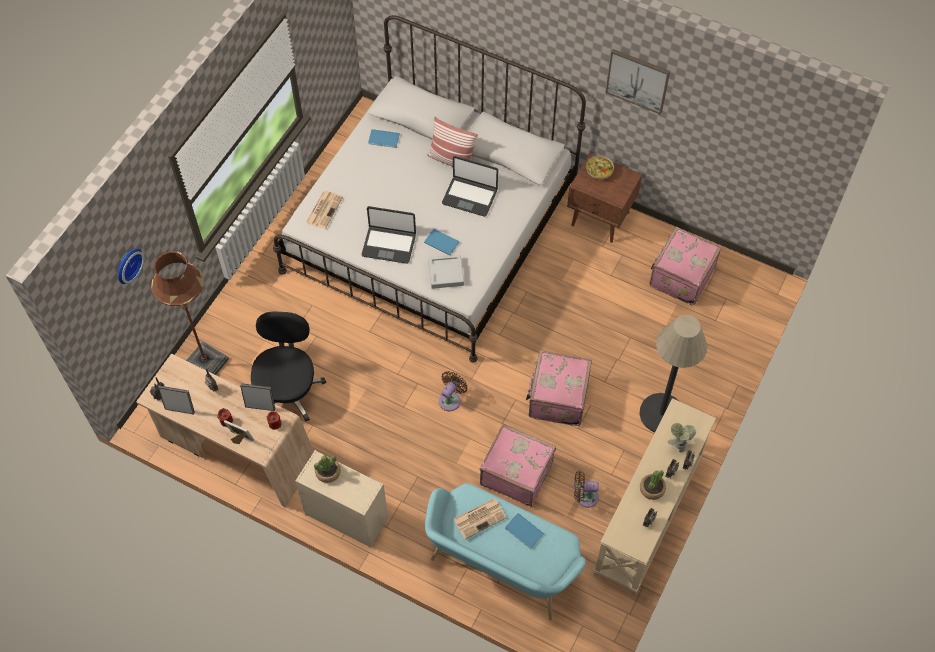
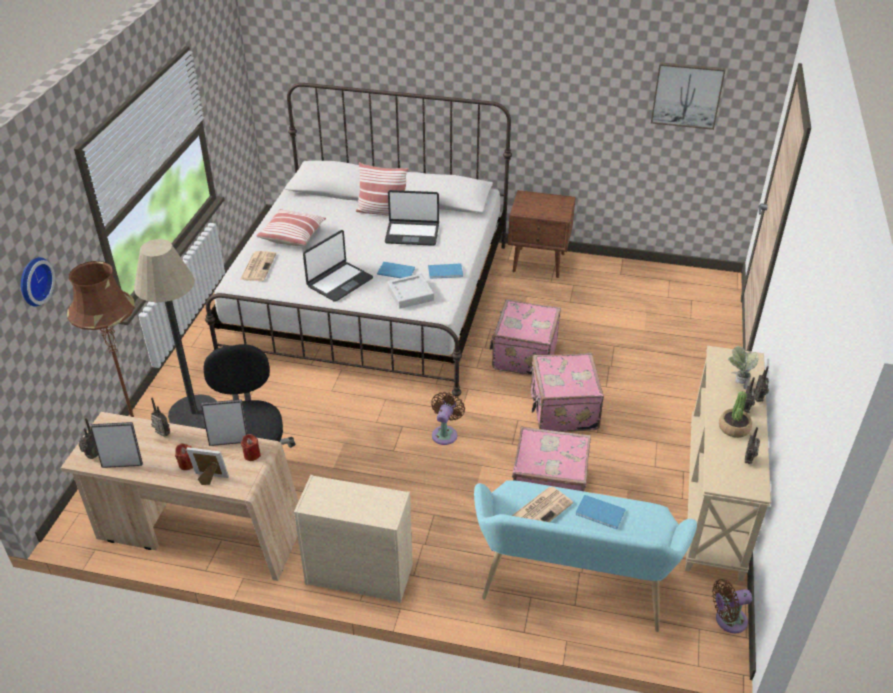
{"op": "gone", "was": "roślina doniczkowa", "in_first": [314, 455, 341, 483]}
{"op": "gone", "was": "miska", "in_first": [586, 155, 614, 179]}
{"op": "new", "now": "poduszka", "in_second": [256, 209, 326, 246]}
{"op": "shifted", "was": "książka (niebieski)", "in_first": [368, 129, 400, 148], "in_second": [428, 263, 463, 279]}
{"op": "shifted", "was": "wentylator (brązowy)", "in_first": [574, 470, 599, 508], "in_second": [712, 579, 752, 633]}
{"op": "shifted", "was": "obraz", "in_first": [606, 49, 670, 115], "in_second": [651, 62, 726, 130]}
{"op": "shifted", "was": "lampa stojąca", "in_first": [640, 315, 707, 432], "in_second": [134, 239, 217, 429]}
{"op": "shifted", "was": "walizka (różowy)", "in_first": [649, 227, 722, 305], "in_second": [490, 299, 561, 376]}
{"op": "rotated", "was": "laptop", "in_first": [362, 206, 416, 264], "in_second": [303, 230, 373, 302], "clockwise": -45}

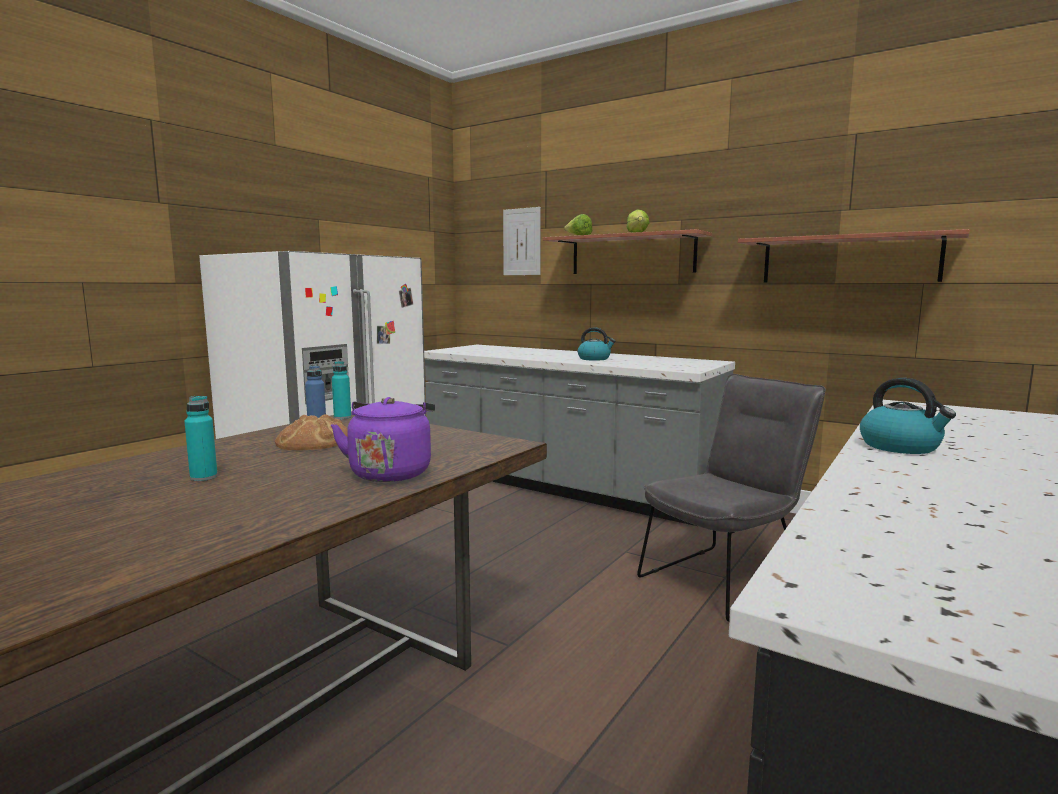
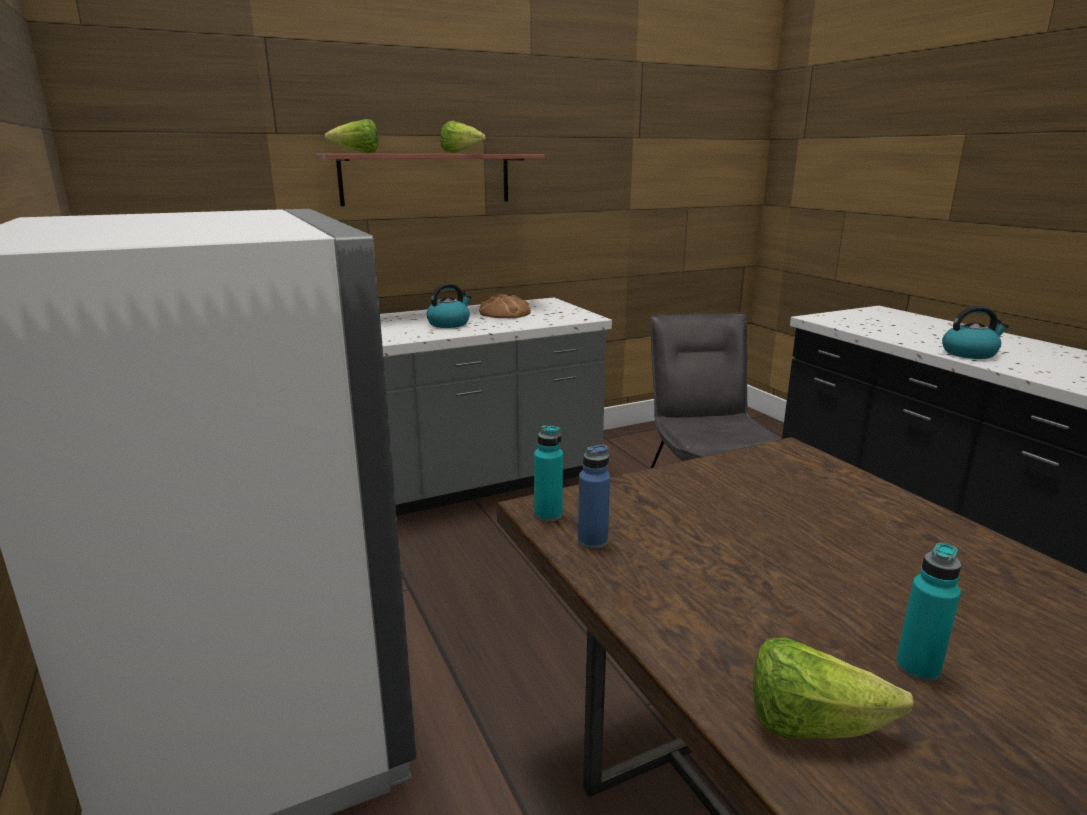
{"op": "gone", "was": "czajnik (fioletowy)", "in_first": [331, 397, 435, 482]}
{"op": "gone", "was": "obraz", "in_first": [503, 207, 541, 275]}
{"op": "gone", "was": "półka", "in_first": [738, 229, 970, 282]}
{"op": "new", "now": "sałata", "in_second": [753, 638, 914, 739]}
{"op": "shifted", "was": "chleb", "in_first": [275, 414, 348, 450], "in_second": [479, 294, 531, 318]}

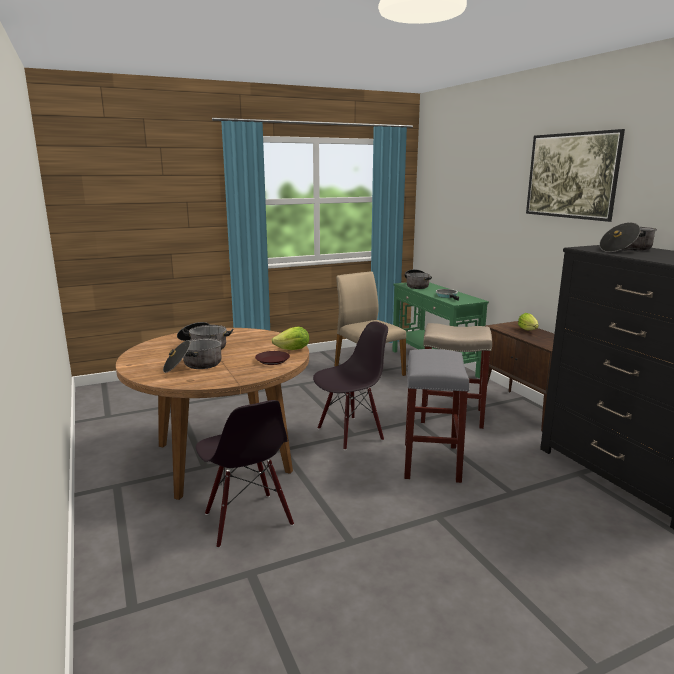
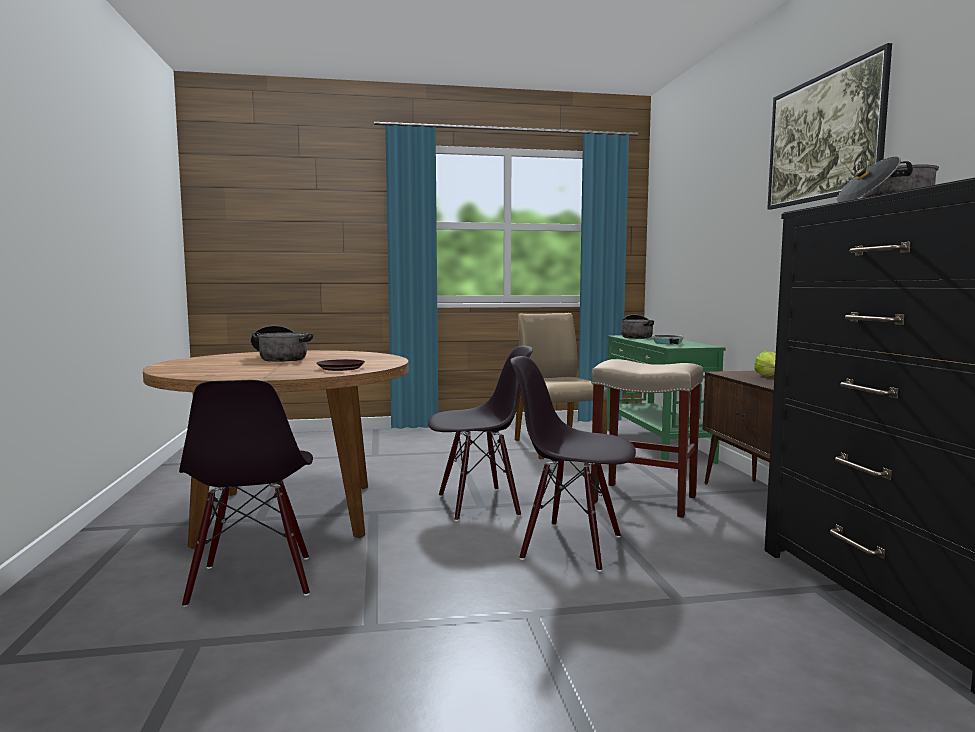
{"op": "gone", "was": "garnek", "in_first": [163, 335, 222, 373]}
{"op": "gone", "was": "sałata", "in_first": [271, 327, 309, 350]}
{"op": "swapped", "was": "stołek (szary)", "now": "krzesło (czarny)", "in_first": [404, 349, 470, 483], "in_second": [510, 356, 636, 572]}

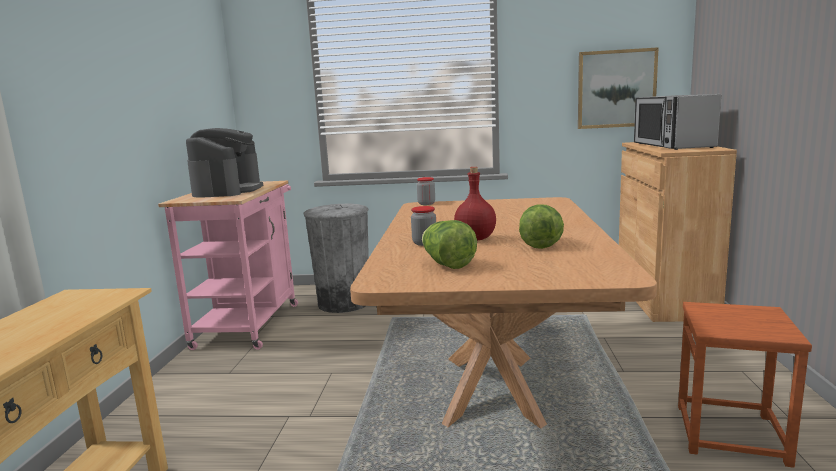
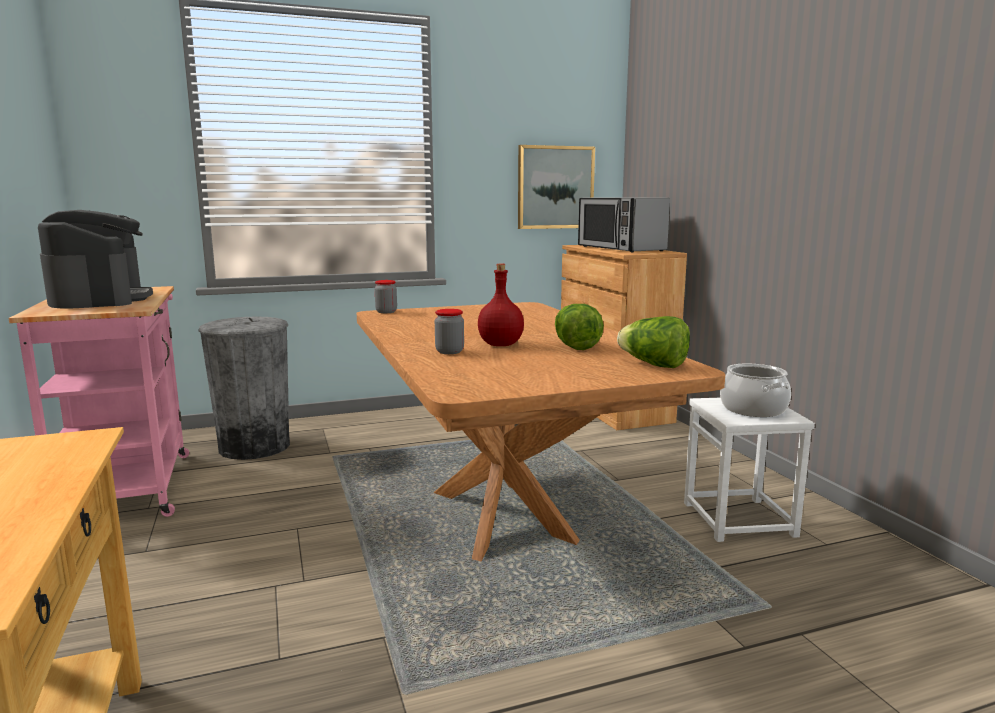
{"op": "new", "now": "garnek", "in_second": [720, 363, 791, 417]}
{"op": "shifted", "was": "sałata", "in_first": [422, 220, 477, 269], "in_second": [617, 316, 690, 368]}
{"op": "repainted", "was": "stołek (brązowy)", "now": "stołek (biały)", "in_first": [678, 302, 812, 468], "in_second": [684, 397, 815, 542]}

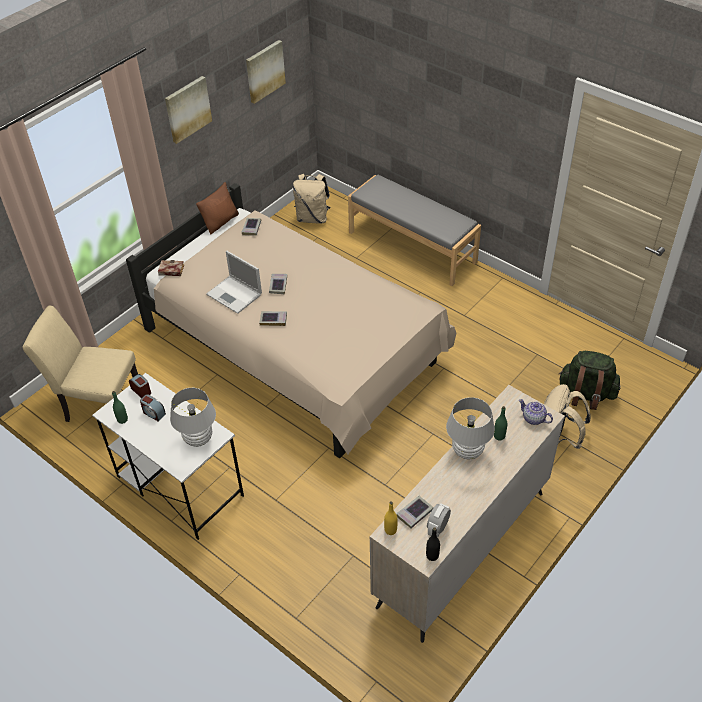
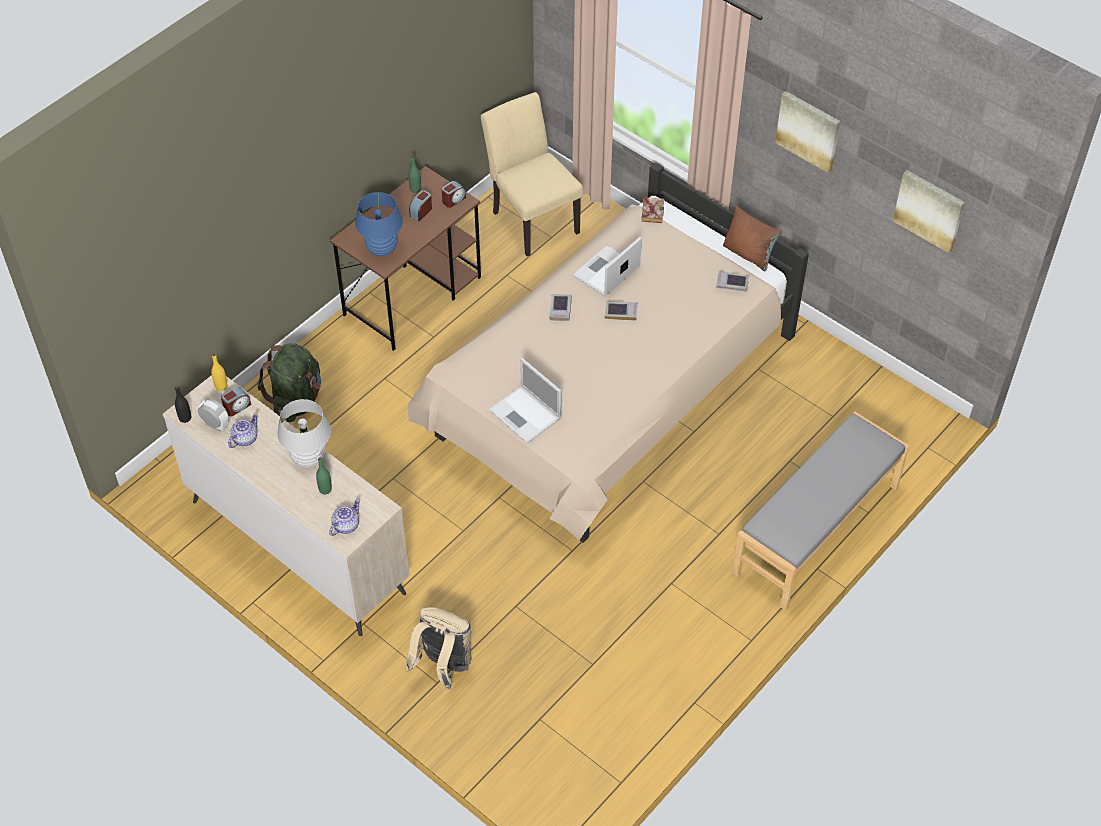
{"op": "gone", "was": "plecak (beżowy)", "in_first": [293, 174, 330, 224]}
{"op": "new", "now": "imbryk", "in_second": [228, 413, 258, 448]}
{"op": "new", "now": "laptop", "in_second": [489, 358, 561, 444]}
{"op": "shifted", "was": "plecak (zielony)", "in_first": [559, 351, 620, 410], "in_second": [257, 343, 321, 422]}
{"op": "swapped", "was": "książka", "now": "budzik", "in_first": [396, 496, 434, 528], "in_second": [221, 387, 251, 416]}
{"op": "repainted", "was": "biurko (biały)", "now": "biurko (brązowy)", "in_first": [92, 373, 244, 540], "in_second": [330, 166, 481, 351]}
{"op": "repainted", "was": "lampa stołowa (biały)", "now": "lampa stołowa (niebieski)", "in_first": [170, 388, 216, 447], "in_second": [355, 192, 403, 256]}
{"op": "rotated", "was": "krzesło (beżowy)", "in_first": [22, 306, 138, 422], "in_second": [481, 92, 583, 256], "clockwise": -45}

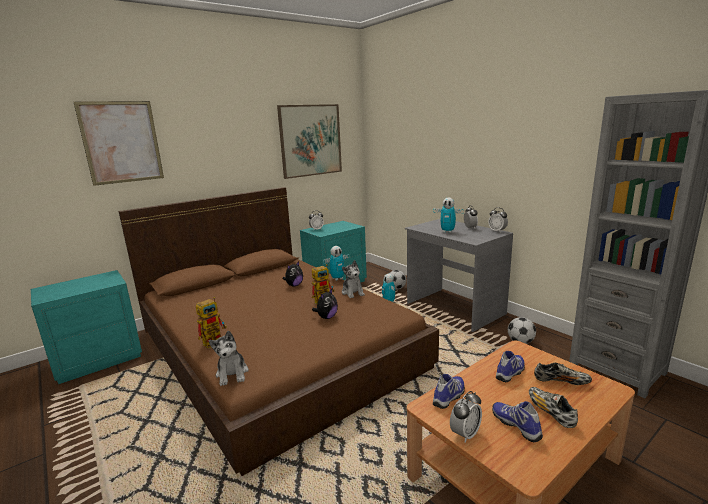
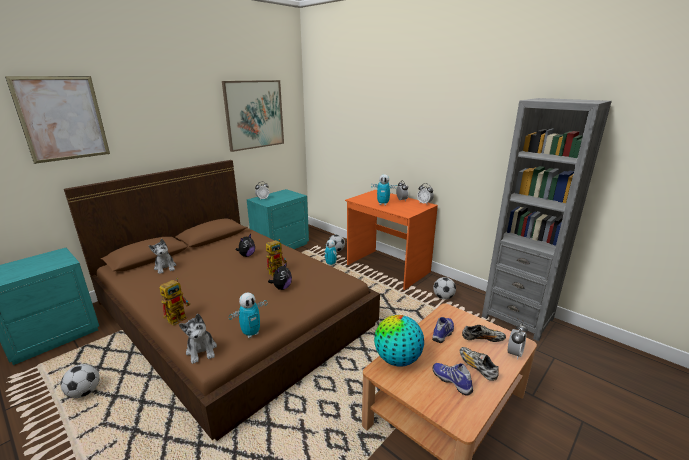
{"op": "new", "now": "piłka futbolowa", "in_second": [61, 364, 100, 398]}
{"op": "shifted", "was": "robot zabawkowy", "in_first": [323, 246, 350, 281], "in_second": [229, 293, 268, 338]}
{"op": "shifted", "was": "pluszak", "in_first": [342, 260, 365, 298], "in_second": [149, 239, 176, 274]}
{"op": "shifted", "was": "budzik", "in_first": [450, 391, 482, 443], "in_second": [508, 323, 528, 360]}
{"op": "swapped", "was": "but", "now": "globus", "in_first": [433, 374, 465, 409], "in_second": [374, 315, 424, 367]}
{"op": "repainted", "was": "biurko (szary)", "now": "biurko (pomarańczowy)", "in_first": [405, 219, 513, 332], "in_second": [345, 190, 438, 290]}

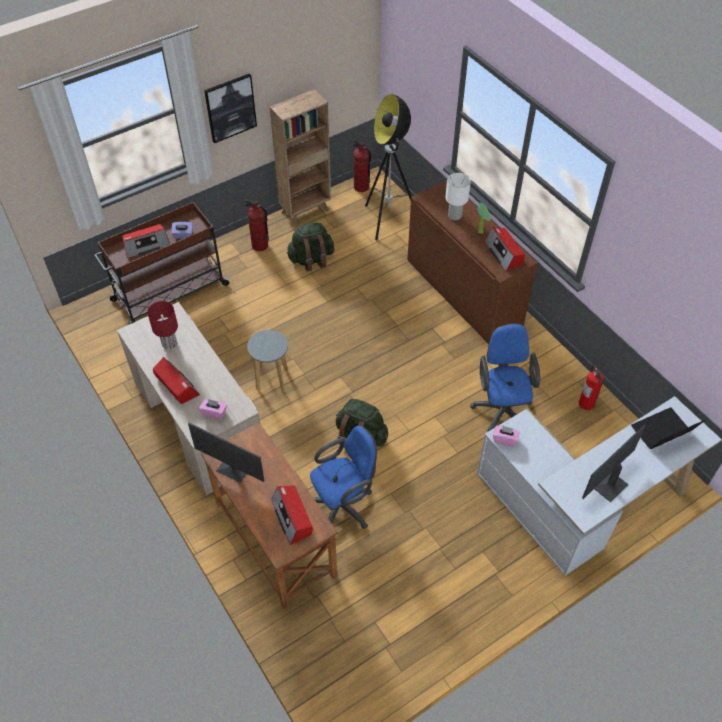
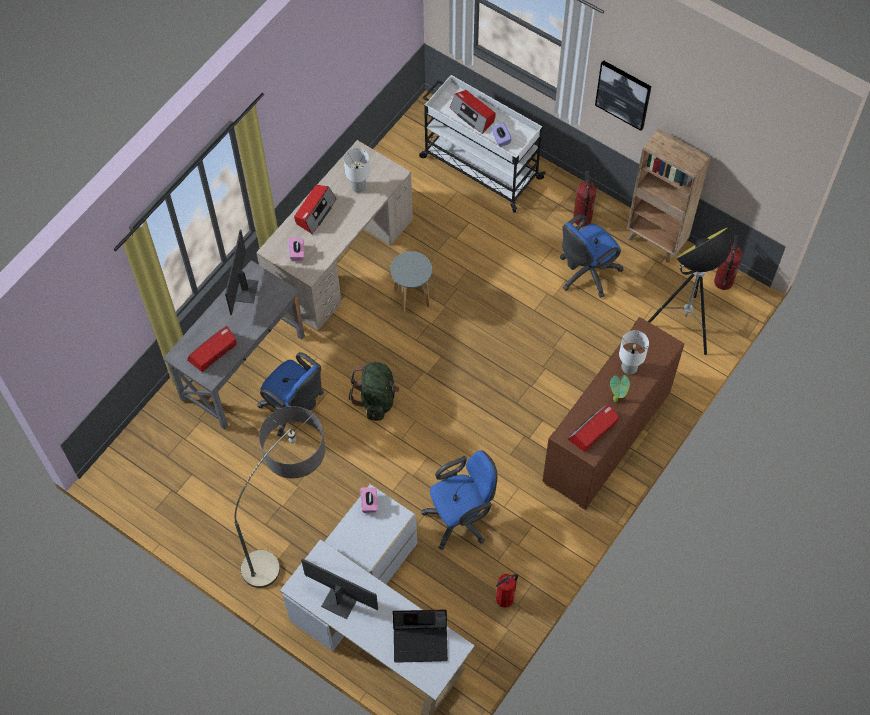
{"op": "new", "now": "lampa stojąca", "in_second": [235, 406, 325, 588]}
{"op": "swapped", "was": "plecak (zielony)", "now": "krzesło biurowe (niebieski)", "in_first": [286, 223, 334, 272], "in_second": [560, 214, 623, 298]}
{"op": "repainted", "was": "wózek (brązowy)", "now": "wózek (biały)", "in_first": [94, 202, 230, 324], "in_second": [419, 75, 546, 212]}
{"op": "repainted", "was": "lampa stołowa (czerwony)", "now": "lampa stołowa (biały)", "in_first": [147, 301, 178, 350], "in_second": [344, 148, 370, 193]}
{"op": "repainted", "was": "biurko (brązowy)", "now": "biurko (szary)", "in_first": [201, 423, 338, 609], "in_second": [163, 260, 305, 429]}
{"op": "rotated", "was": "laptop", "in_first": [631, 407, 705, 449], "in_second": [392, 610, 448, 663], "clockwise": 135}

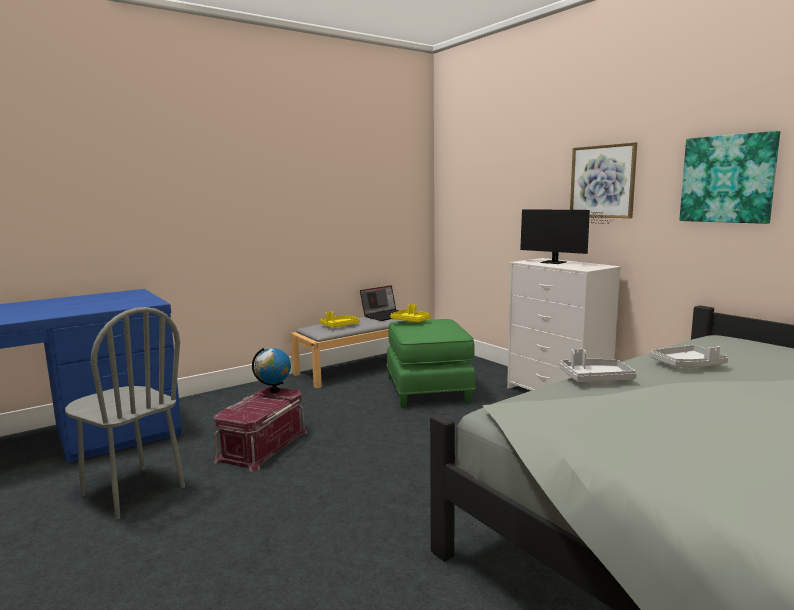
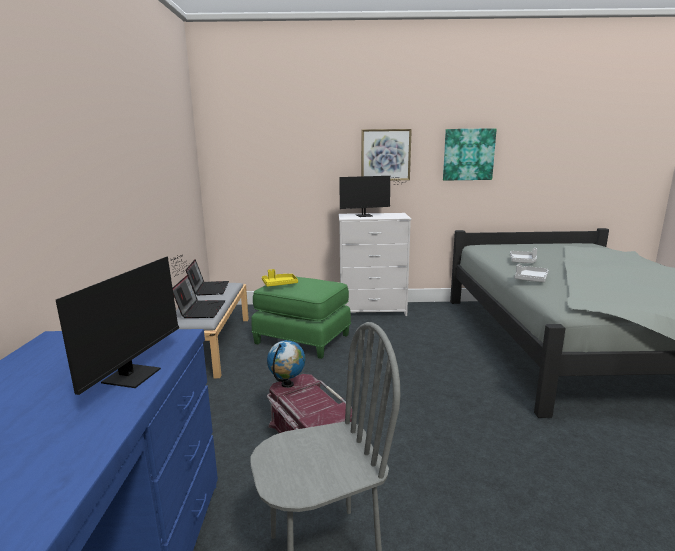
{"op": "new", "now": "monitor", "in_second": [56, 254, 193, 395]}
{"op": "swapped", "was": "taca (żółty)", "now": "laptop", "in_first": [320, 311, 360, 327], "in_second": [173, 275, 226, 318]}

